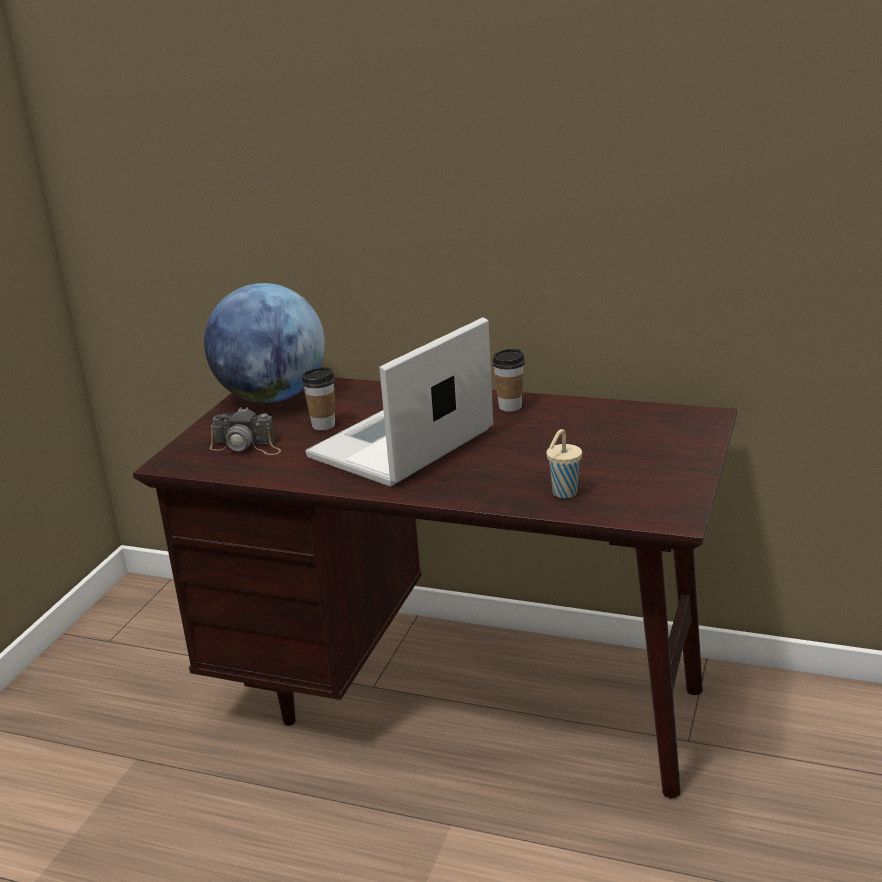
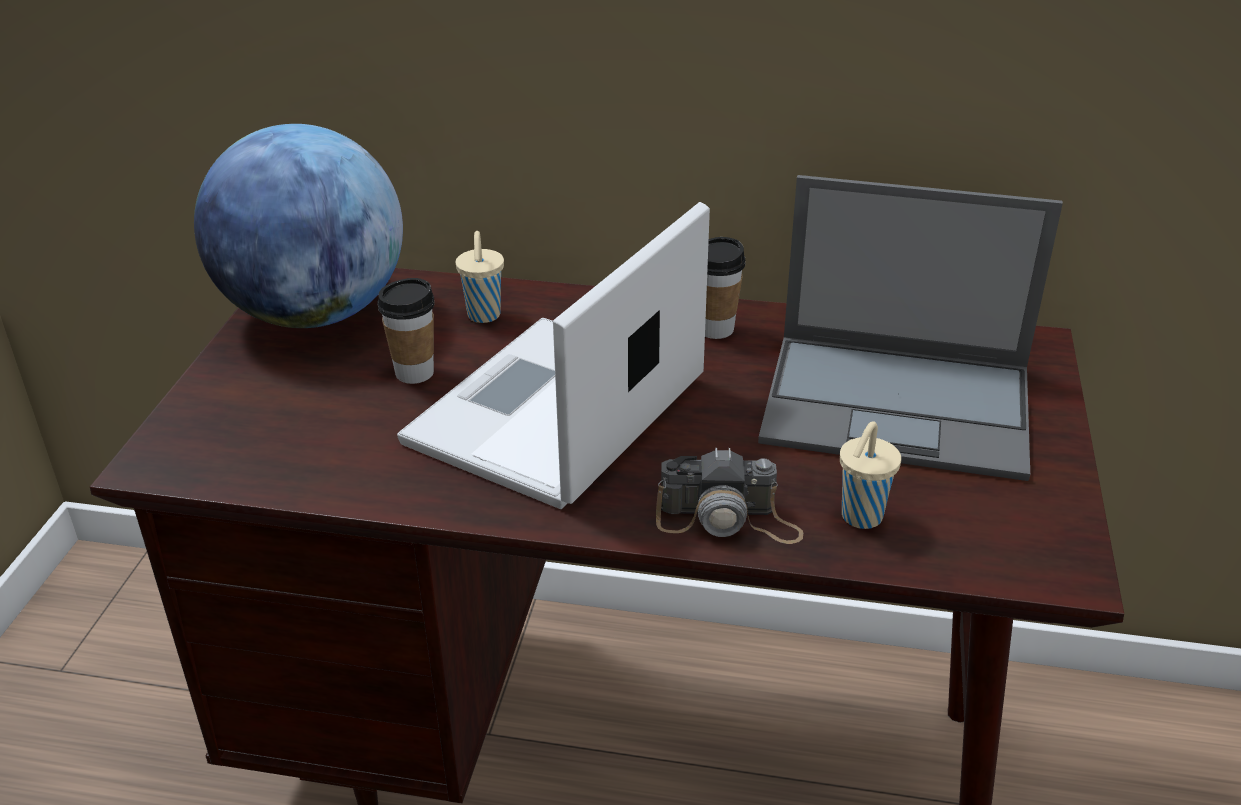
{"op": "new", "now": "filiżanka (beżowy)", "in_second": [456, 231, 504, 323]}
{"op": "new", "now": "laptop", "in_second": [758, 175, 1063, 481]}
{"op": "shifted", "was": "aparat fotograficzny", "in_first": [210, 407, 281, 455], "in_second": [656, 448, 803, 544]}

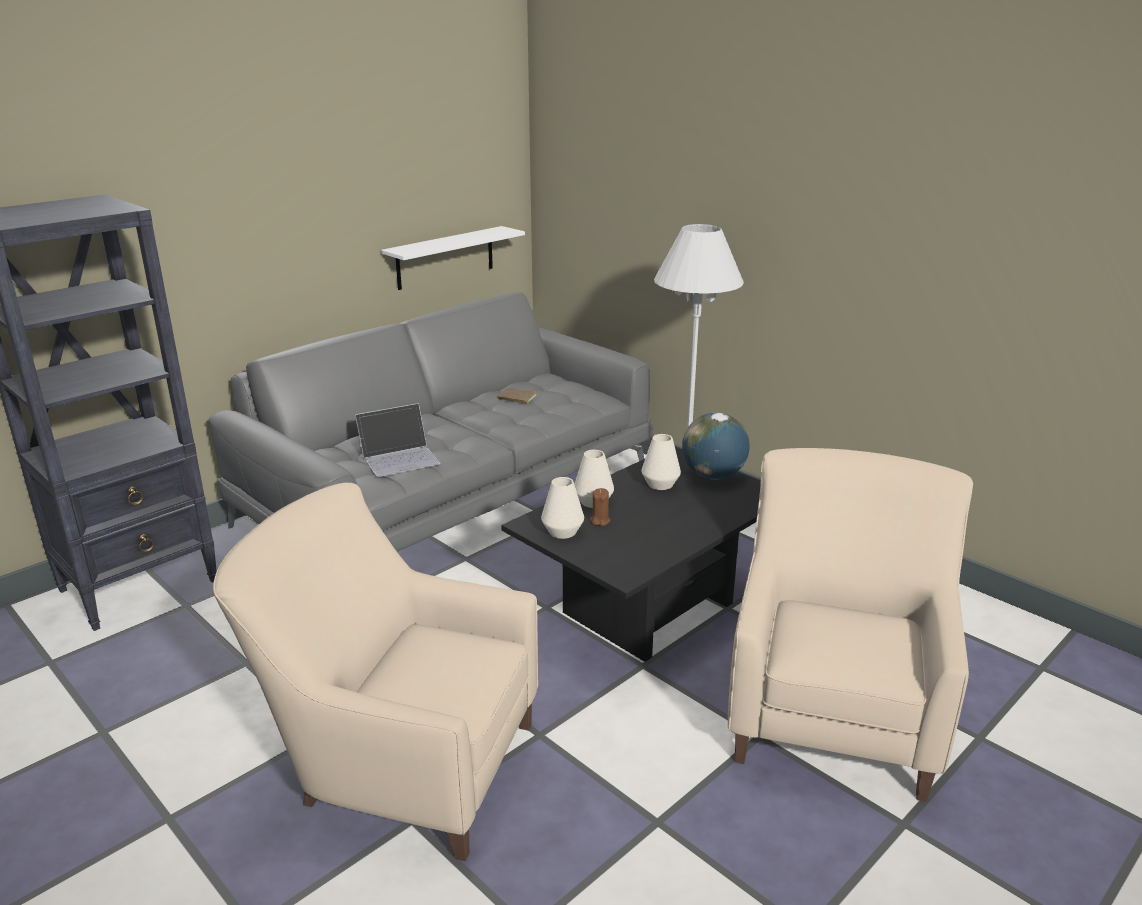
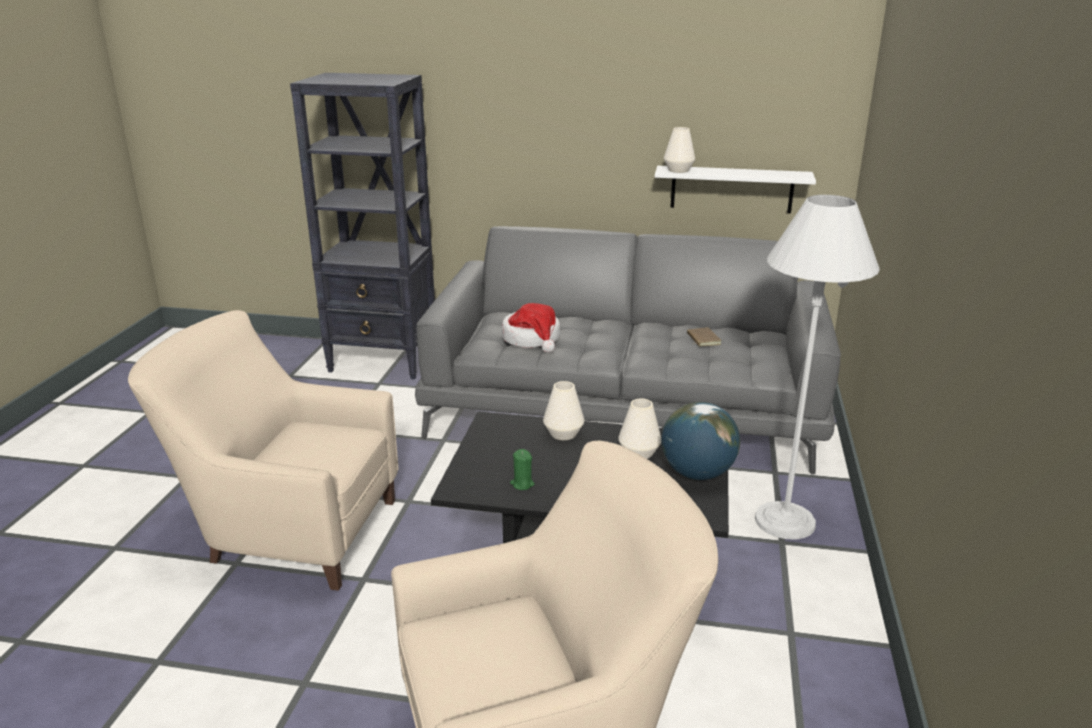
{"op": "gone", "was": "świeca (brązowy)", "in_first": [590, 488, 610, 526]}
{"op": "new", "now": "świeca (zielony)", "in_second": [510, 449, 535, 490]}
{"op": "shifted", "was": "wazon (biały)", "in_first": [541, 477, 584, 539], "in_second": [664, 127, 695, 173]}
{"op": "swapped", "was": "laptop", "now": "kapelusz", "in_first": [355, 403, 441, 477], "in_second": [502, 303, 560, 353]}
{"op": "rotated", "was": "fotel (beżowy)", "in_first": [213, 483, 538, 861], "in_second": [128, 310, 398, 591], "clockwise": -60}

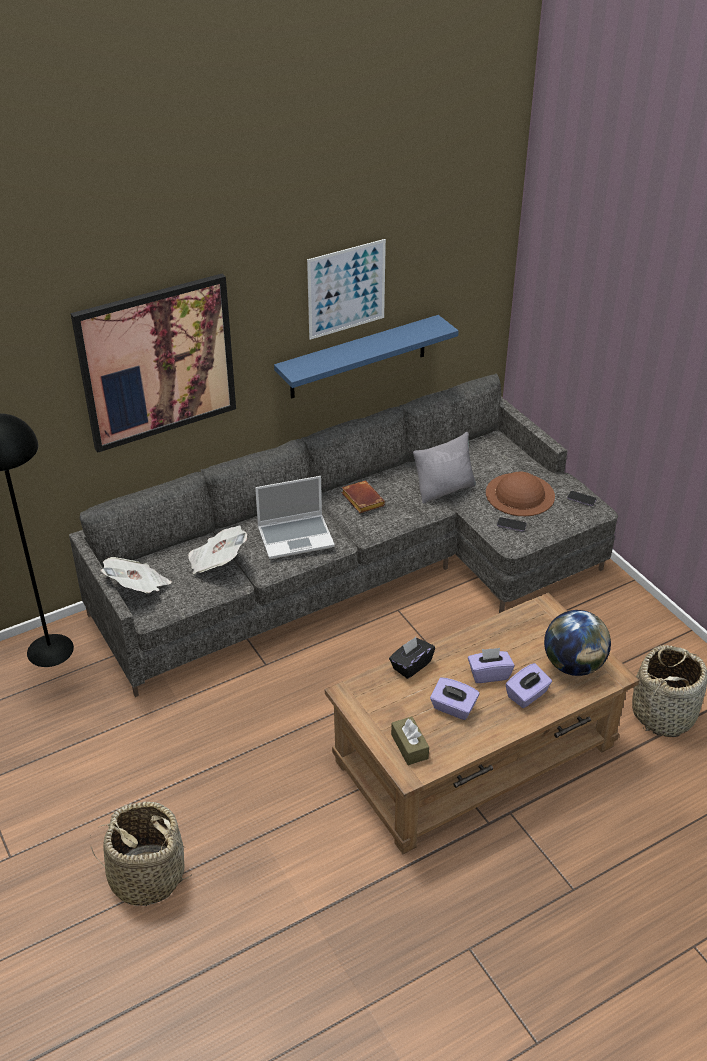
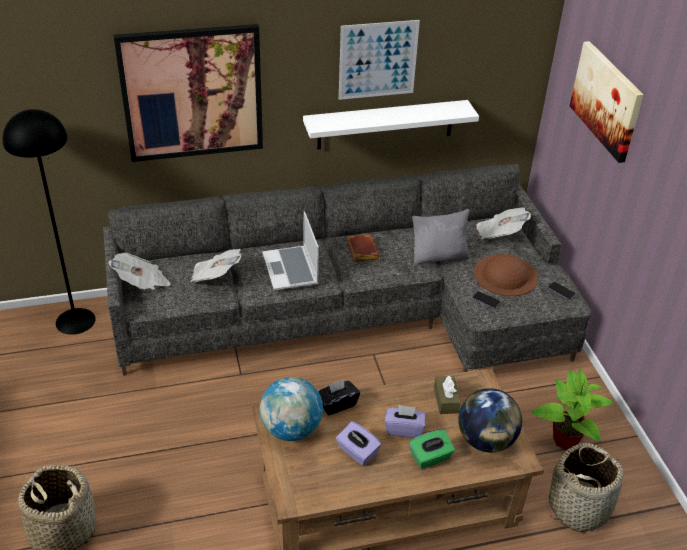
{"op": "new", "now": "globus", "in_second": [260, 377, 323, 441]}
{"op": "new", "now": "gazeta", "in_second": [476, 207, 531, 239]}
{"op": "new", "now": "roślina doniczkowa", "in_second": [531, 369, 614, 450]}
{"op": "new", "now": "obraz", "in_second": [570, 41, 643, 163]}
{"op": "shifted", "was": "pudełko chusteczek (brązowy)", "in_first": [391, 716, 429, 765], "in_second": [434, 375, 461, 414]}
{"op": "repainted", "was": "półka (niebieski)", "now": "półka (biały)", "in_first": [274, 315, 459, 399], "in_second": [303, 100, 479, 149]}
{"op": "repainted", "was": "pudełko chusteczek (fioletowy)", "now": "pudełko chusteczek (zielony)", "in_first": [505, 663, 552, 708], "in_second": [409, 429, 455, 469]}
{"op": "rotated", "was": "laptop", "in_first": [255, 476, 335, 559], "in_second": [262, 211, 319, 290], "clockwise": 75}

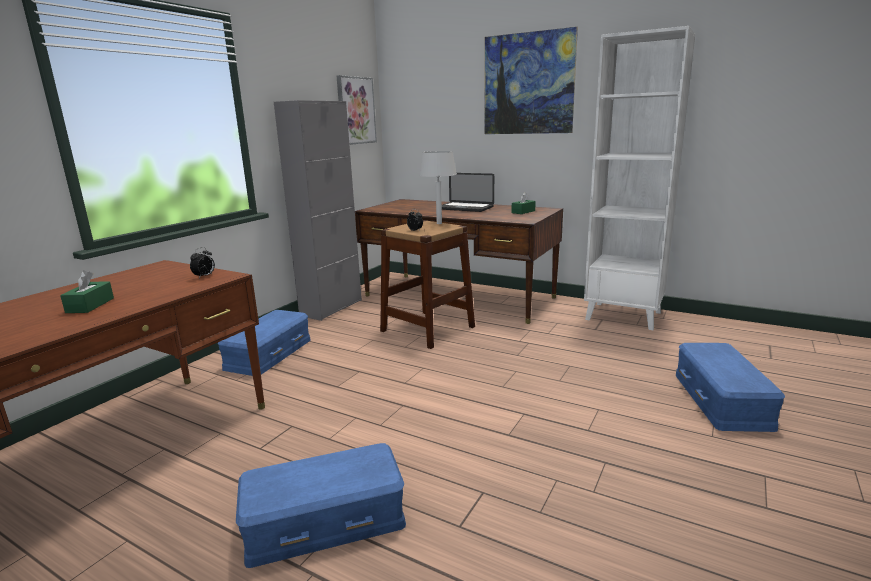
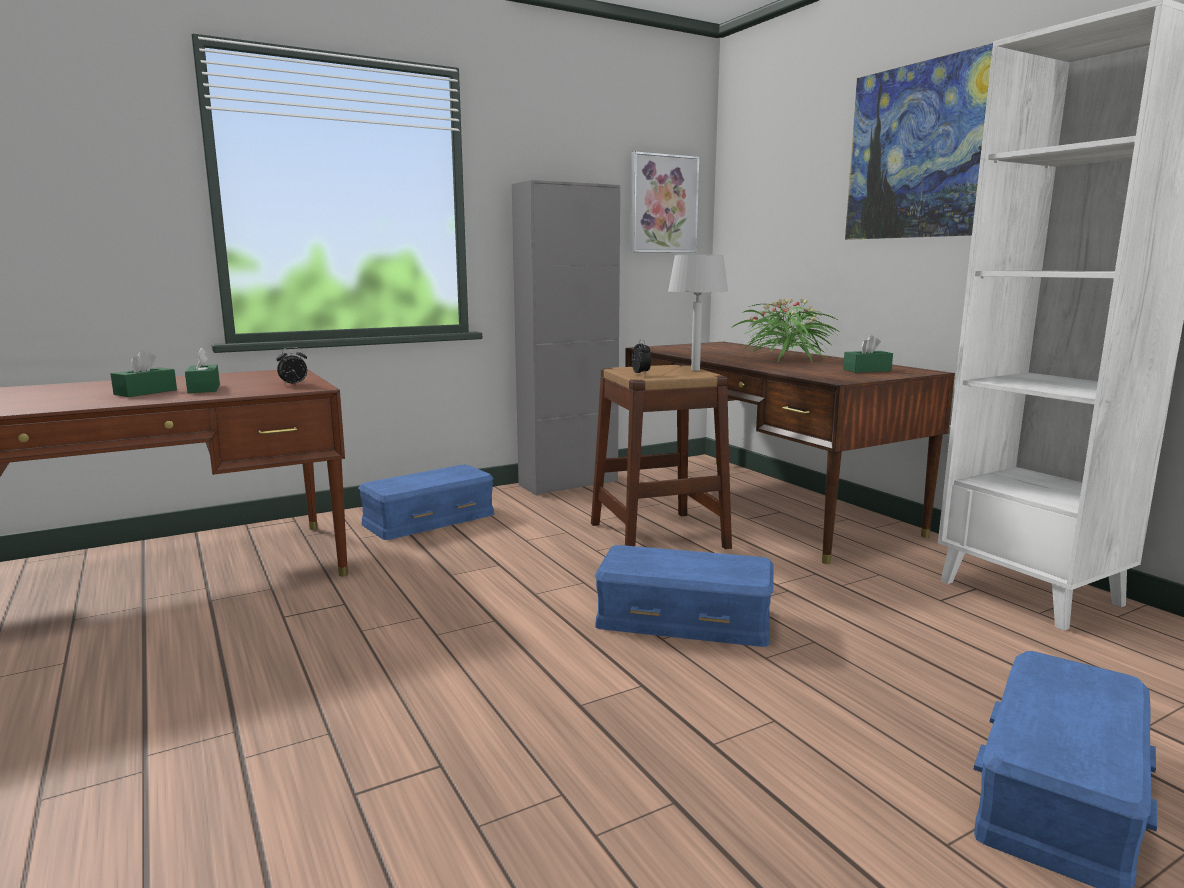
{"op": "new", "now": "pudełko chusteczek (zielony)", "in_second": [185, 347, 220, 393]}
{"op": "shifted", "was": "pojemnik do przechowywania (niebieski)", "in_first": [236, 443, 406, 568], "in_second": [594, 545, 774, 647]}
{"op": "swapped", "was": "laptop", "now": "roślina doniczkowa", "in_first": [442, 173, 494, 212], "in_second": [731, 298, 839, 362]}

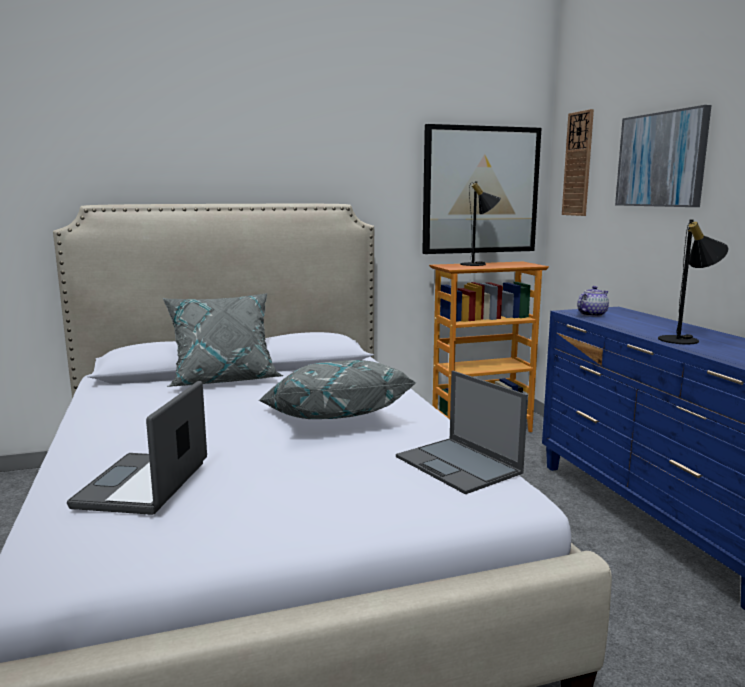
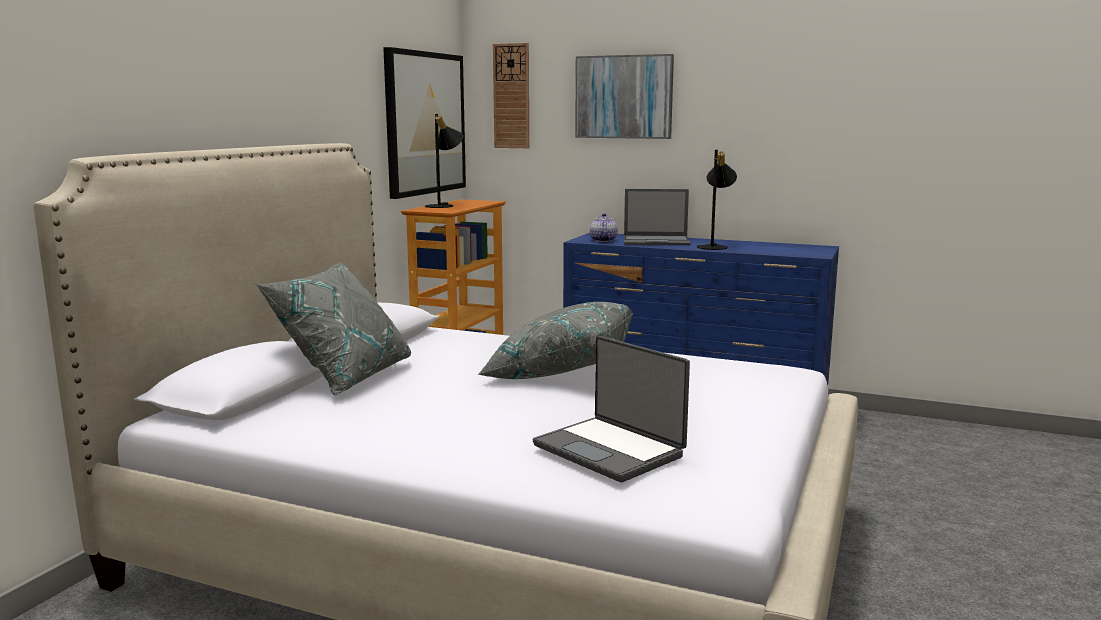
{"op": "shifted", "was": "laptop", "in_first": [396, 371, 528, 494], "in_second": [624, 189, 691, 245]}

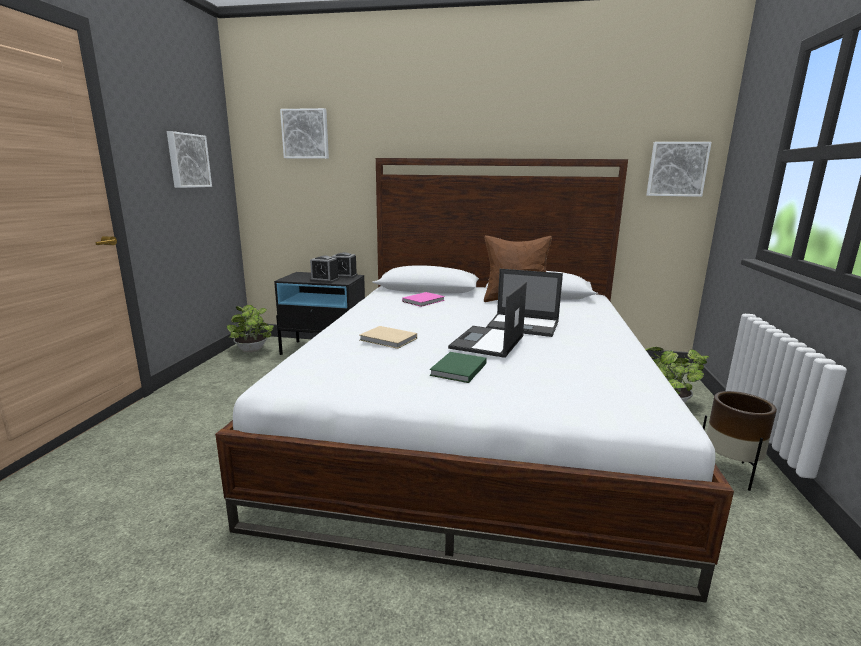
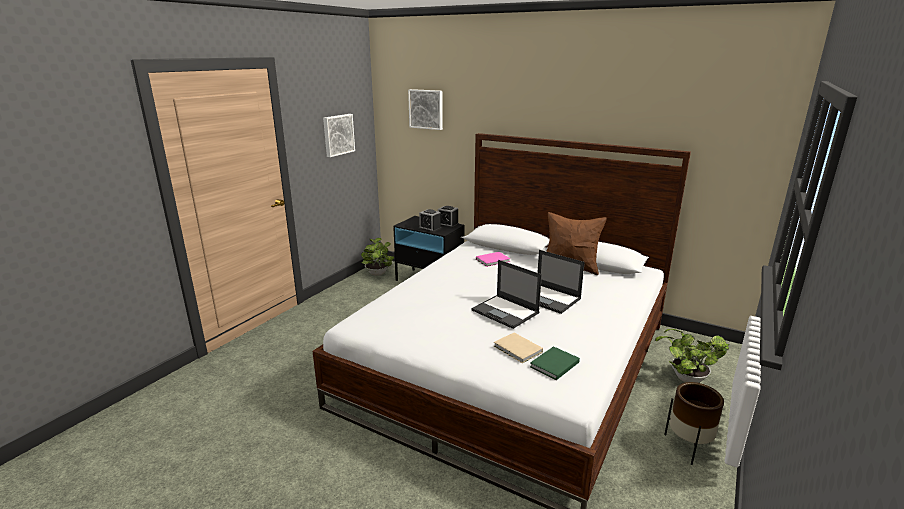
{"op": "gone", "was": "obraz", "in_first": [646, 142, 712, 197]}
{"op": "shifted", "was": "książka (beżowy)", "in_first": [360, 326, 417, 349], "in_second": [494, 333, 543, 363]}
{"op": "shifted", "was": "książka (zielony)", "in_first": [430, 352, 487, 383], "in_second": [530, 346, 580, 380]}
{"op": "rotated", "was": "laptop", "in_first": [448, 281, 527, 358], "in_second": [471, 260, 542, 329], "clockwise": -90}

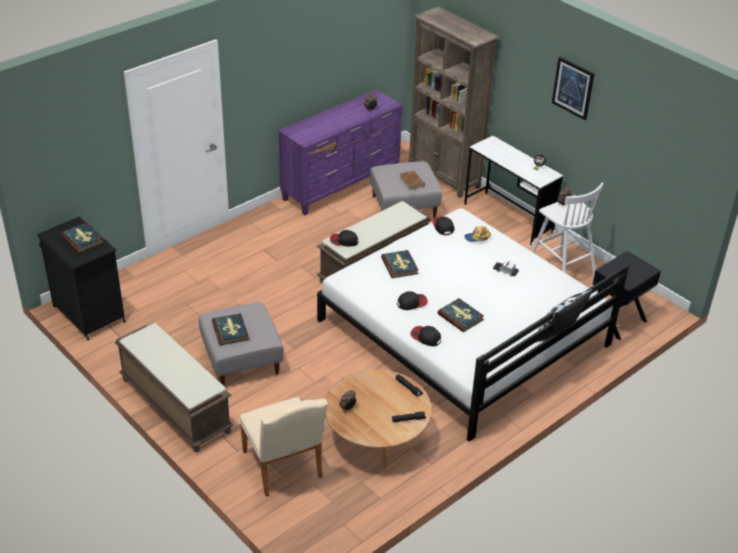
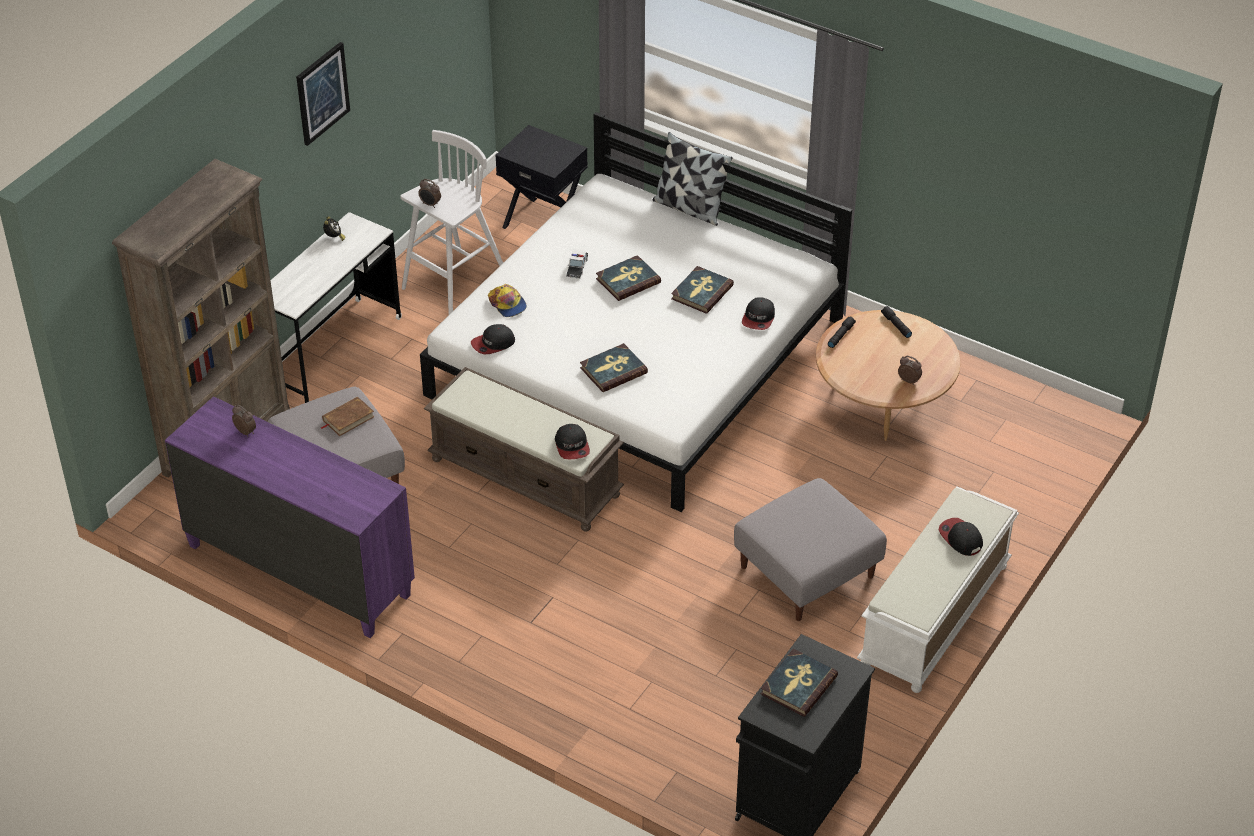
{"op": "gone", "was": "krzesło (beżowy)", "in_first": [239, 397, 328, 497]}
{"op": "shifted", "was": "książka", "in_first": [212, 313, 249, 345], "in_second": [596, 255, 661, 301]}
{"op": "shifted", "was": "czapka z daszkiem", "in_first": [397, 291, 428, 310], "in_second": [939, 518, 983, 556]}
{"op": "repainted", "was": "ławka (brązowy)", "now": "ławka (biały)", "in_first": [114, 323, 233, 452], "in_second": [857, 486, 1019, 693]}

